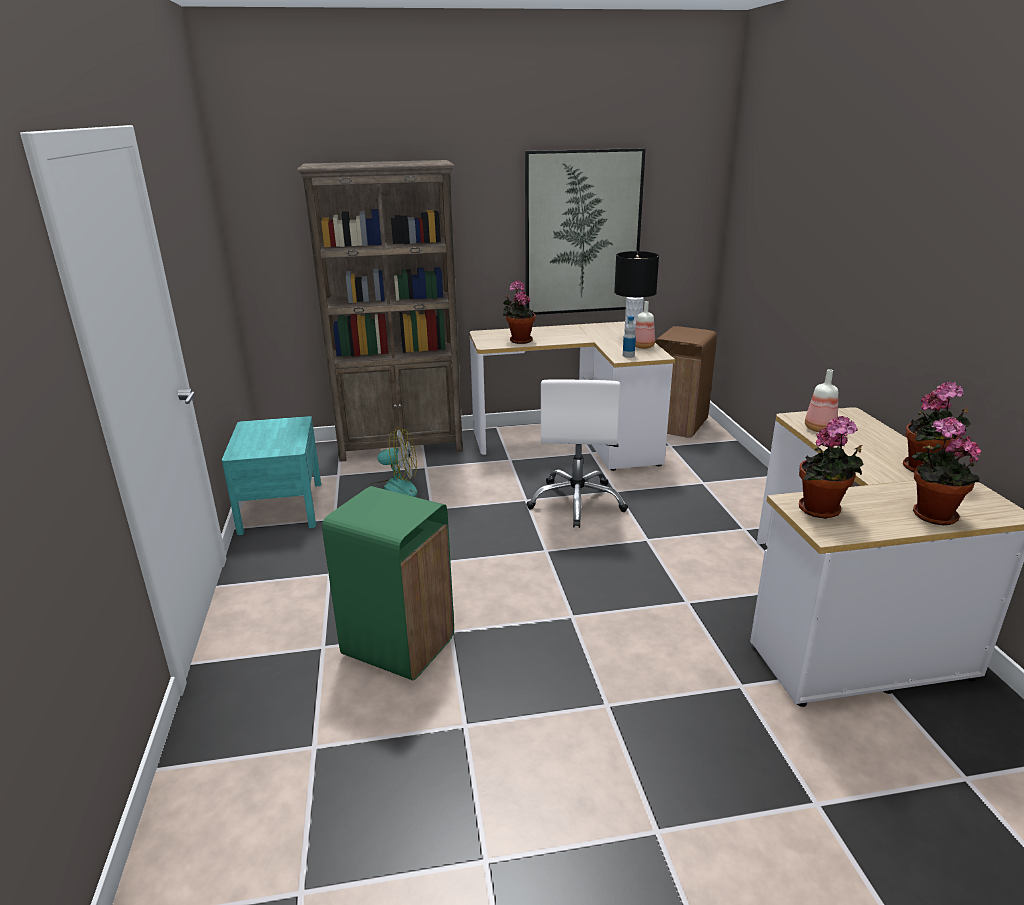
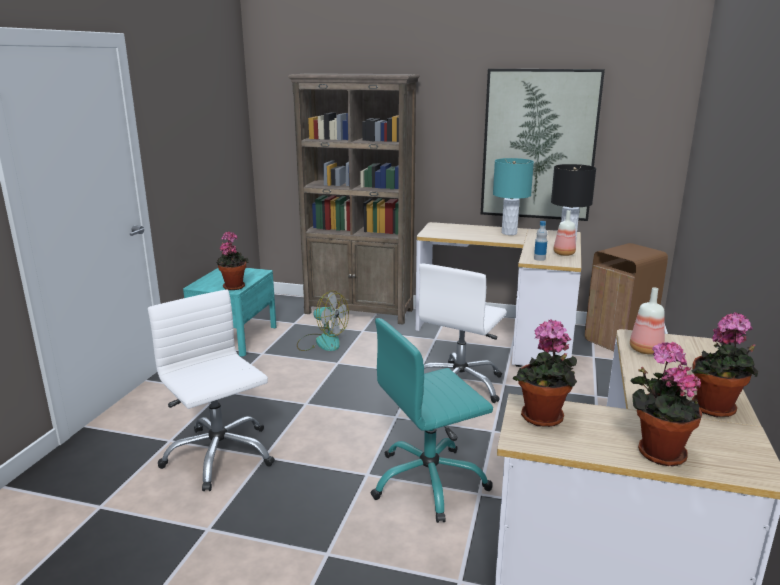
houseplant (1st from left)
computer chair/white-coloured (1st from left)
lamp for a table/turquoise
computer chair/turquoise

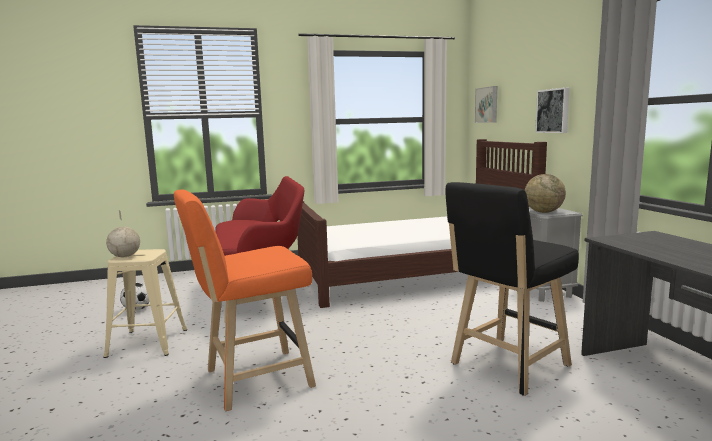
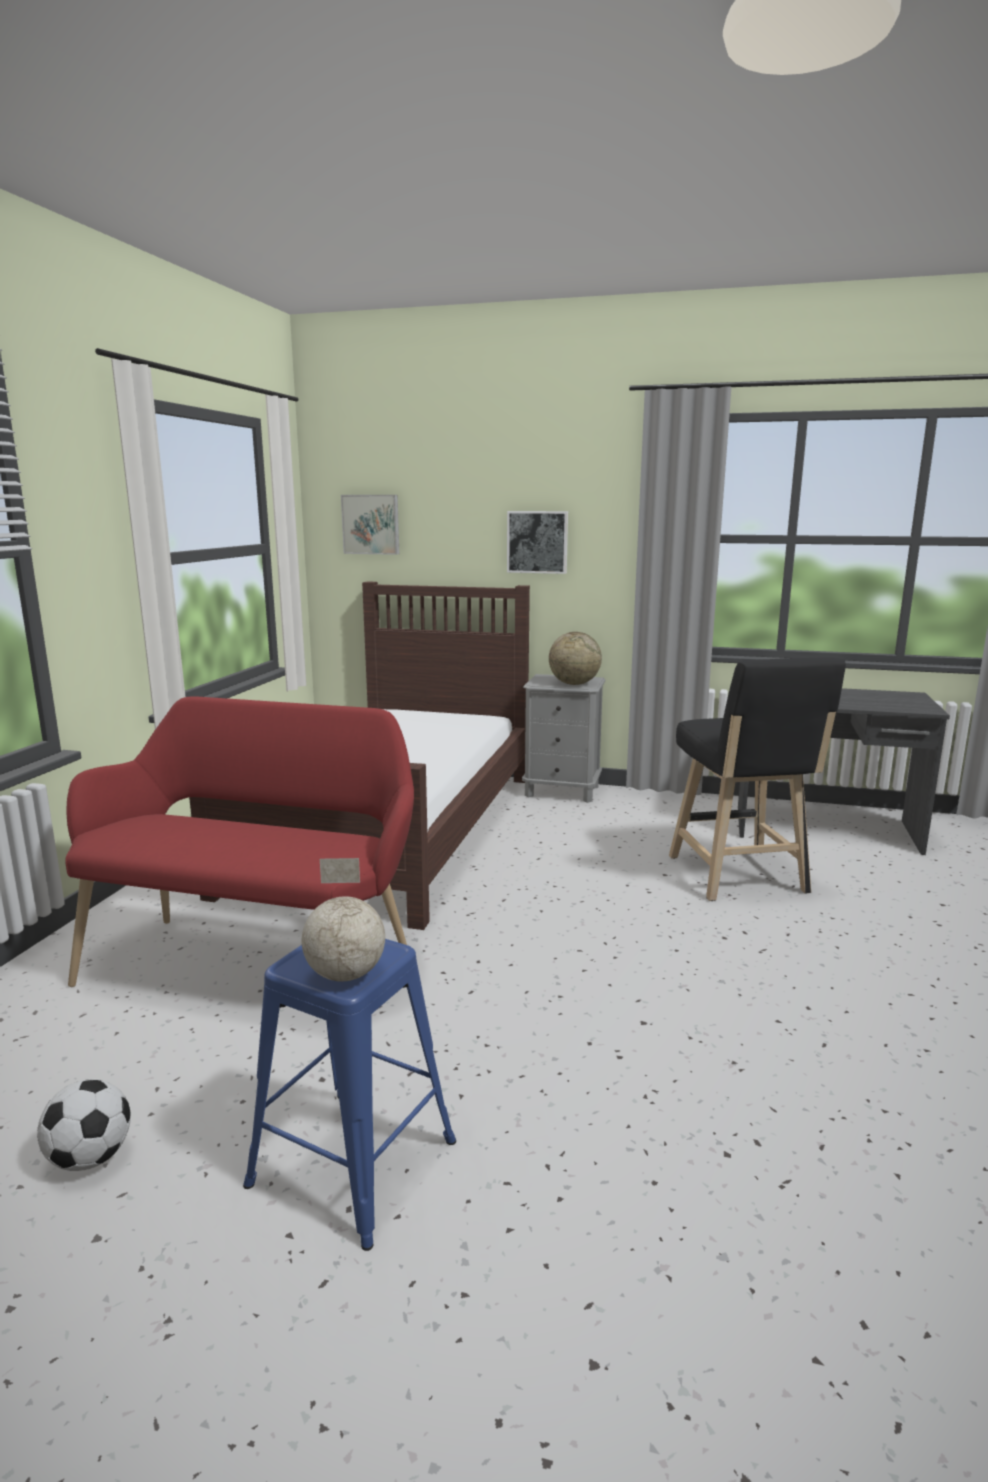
stool/orange
stool/blue-coloured

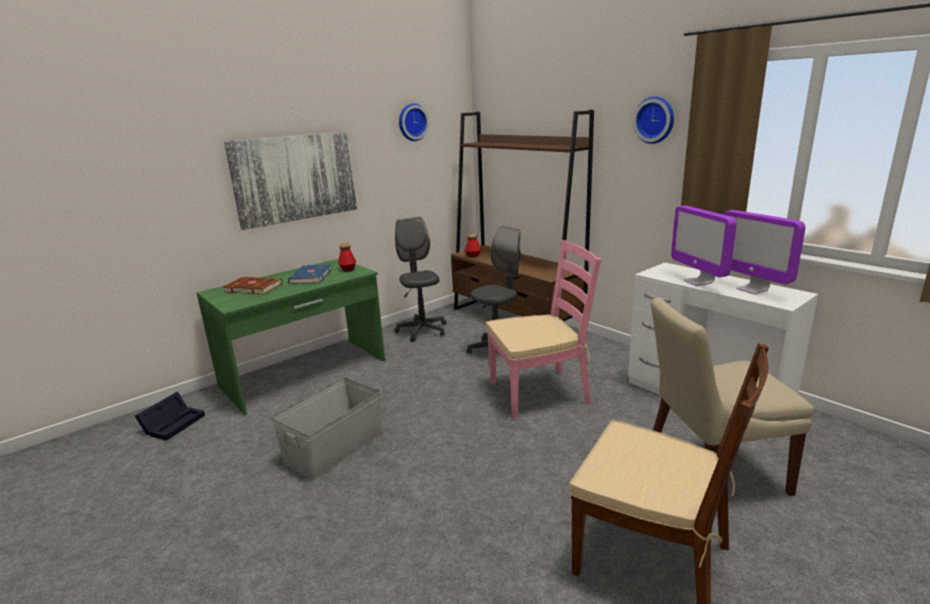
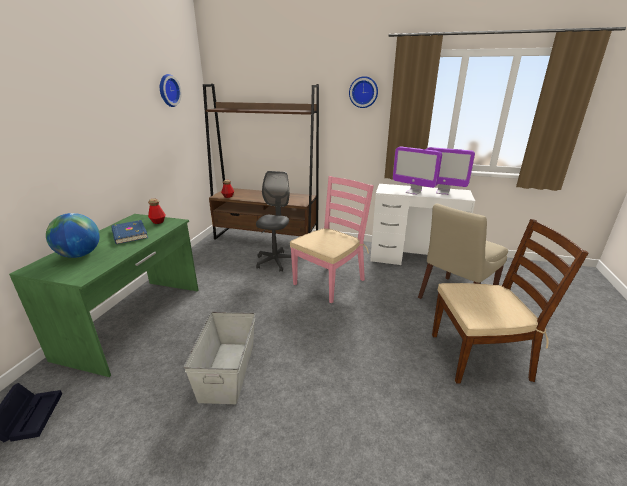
picture
computer chair/gray (1st from left in the first image)
desk globe

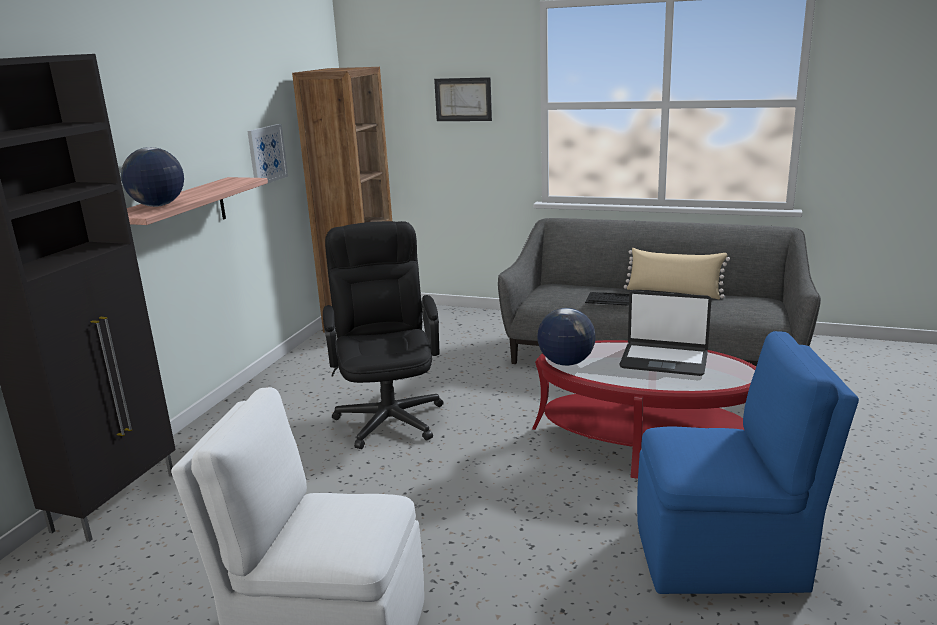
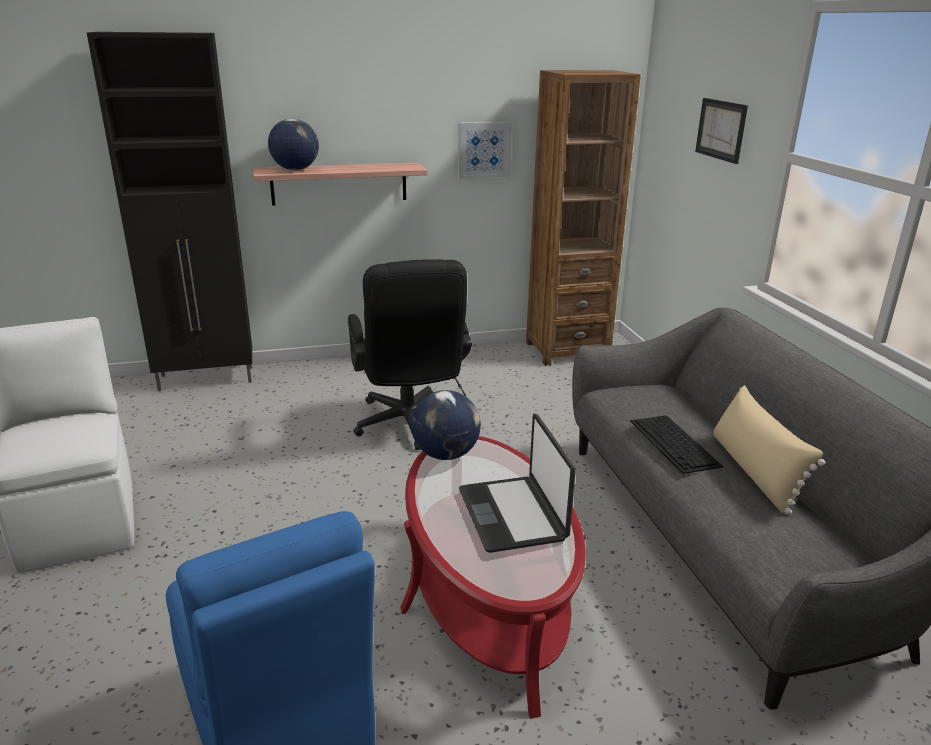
computer chair/blackish

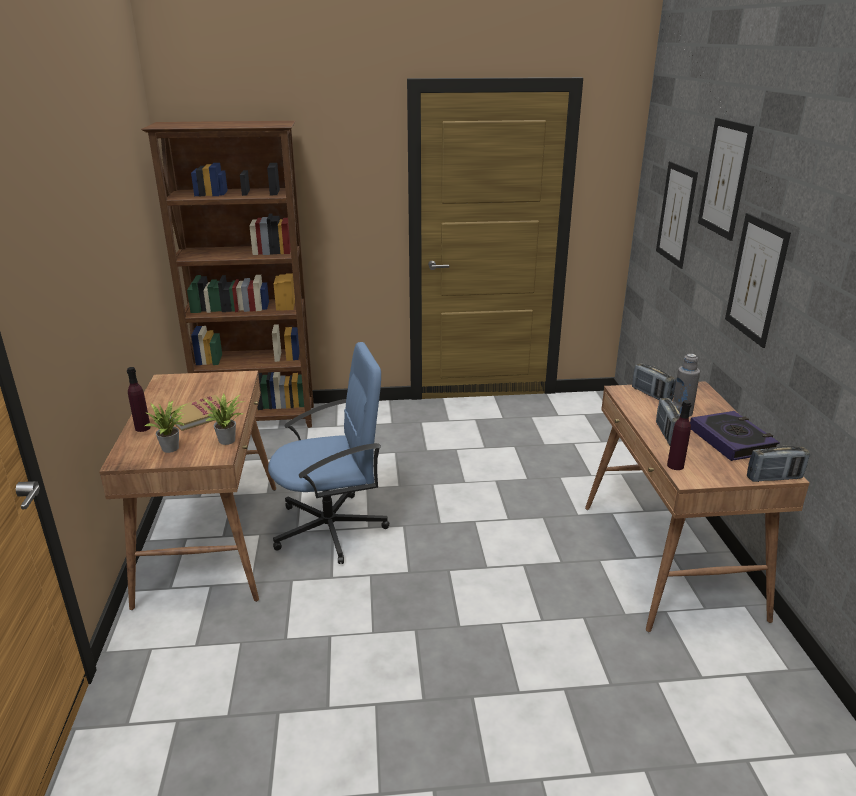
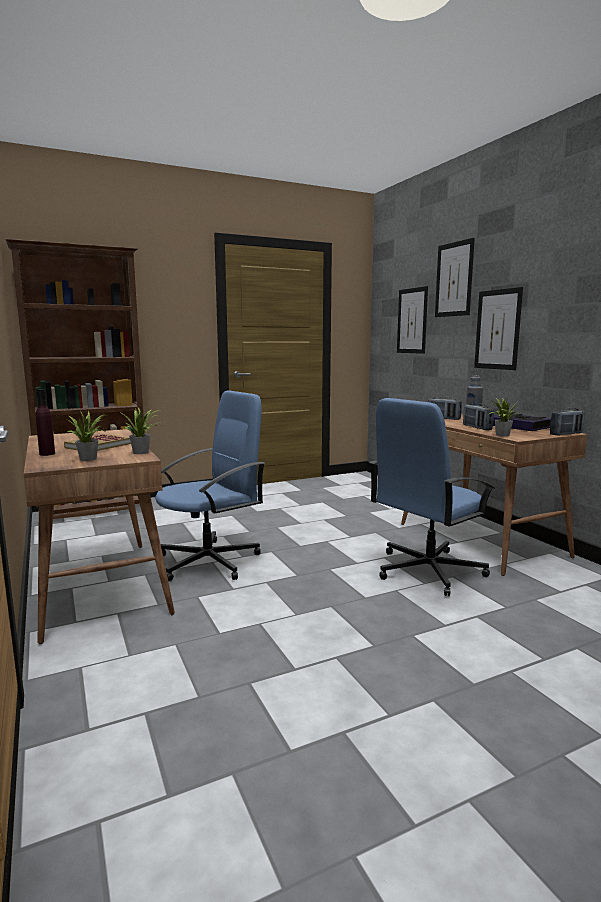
houseplant (3rd from left)
computer chair/blue-coloured (2nd from left)

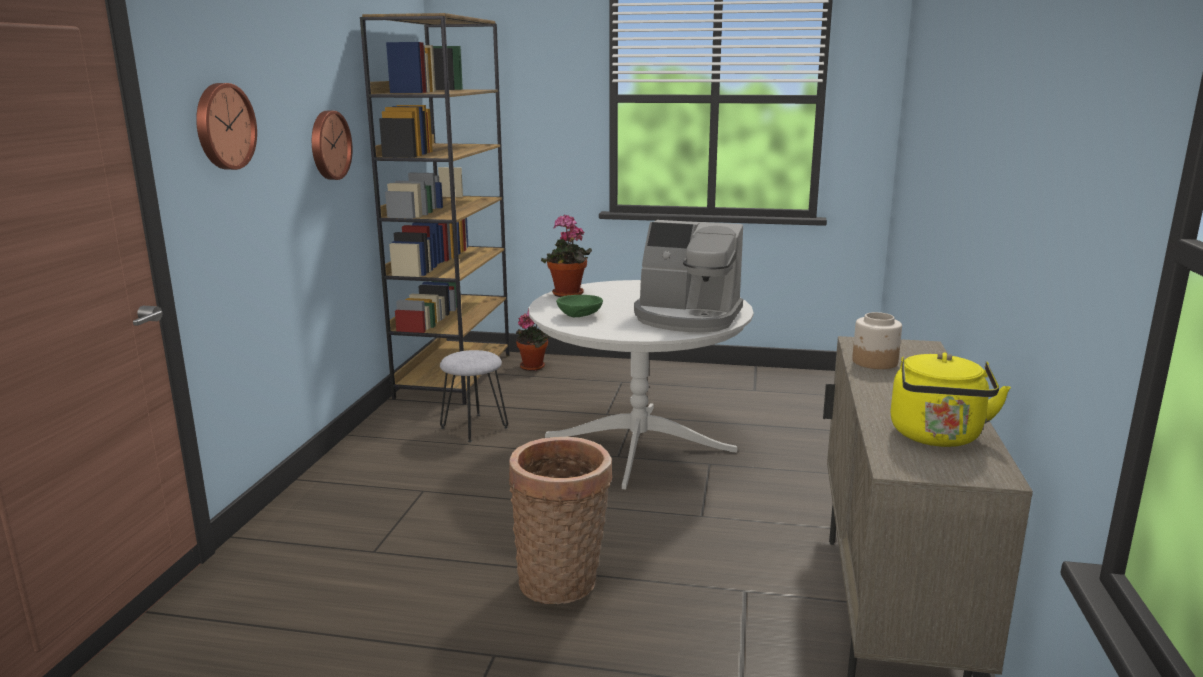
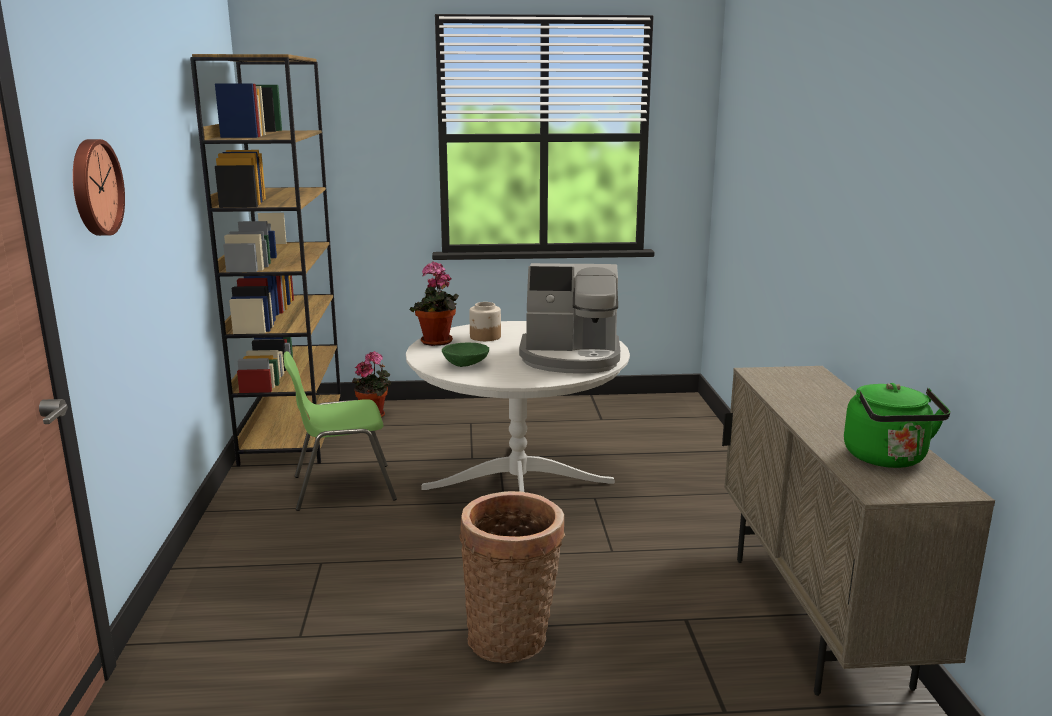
clock on the wall (2nd from left in the first image)
jar
chair/green
kettle/green

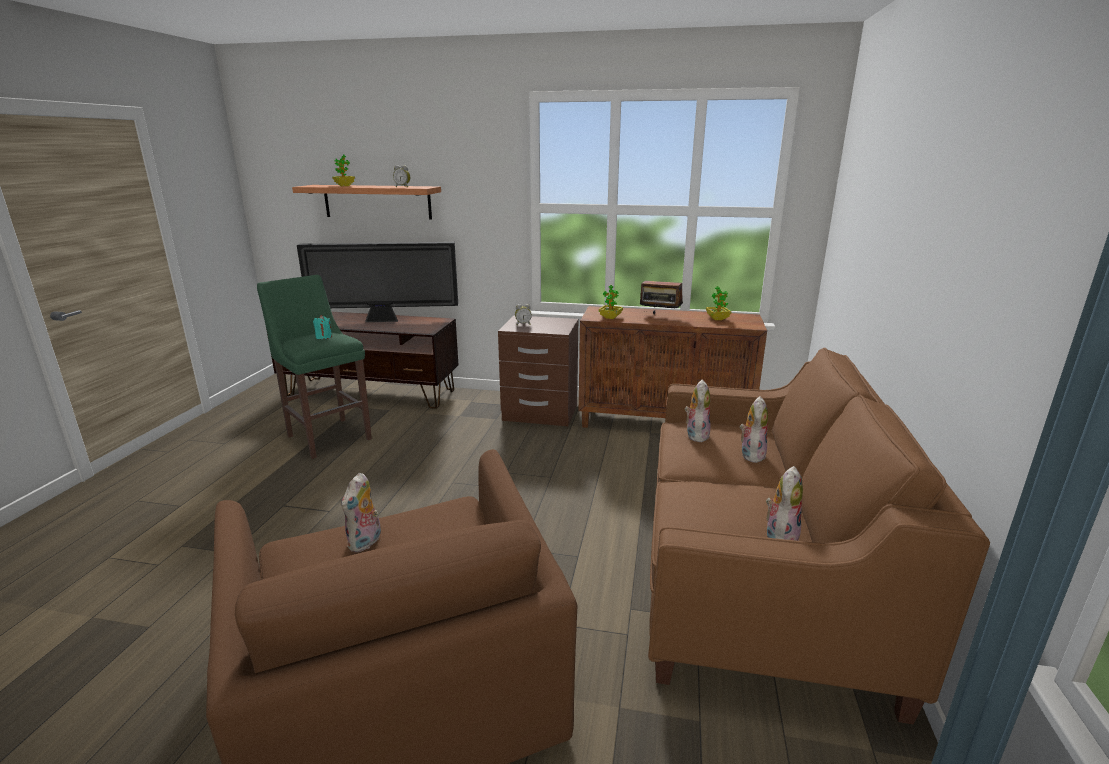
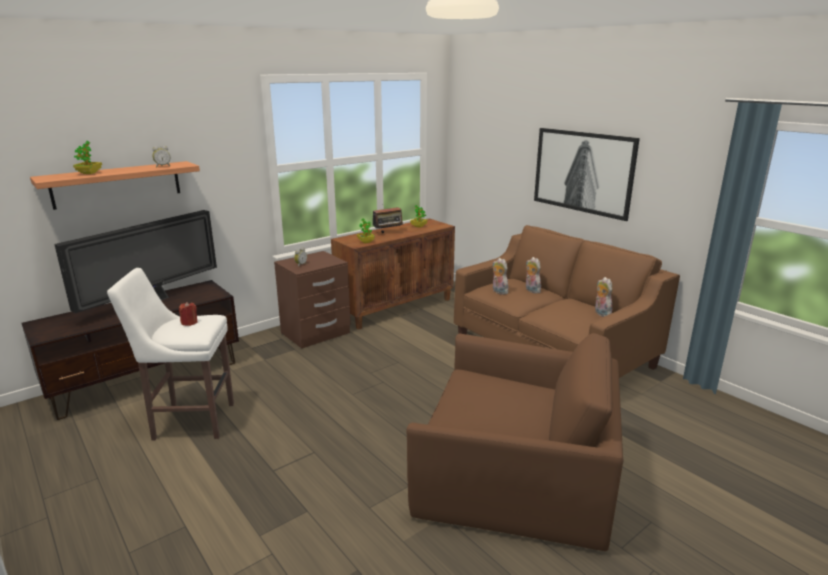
stool/white-coloured
wax candle/red-coloured
soft toy (1st from left in the first image)
picture

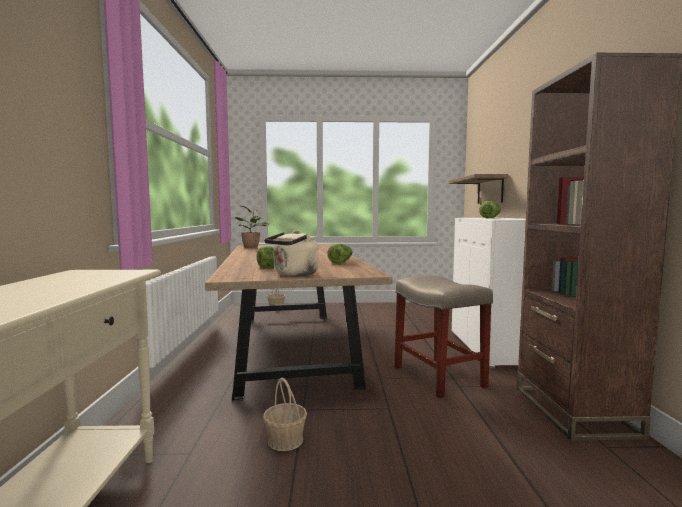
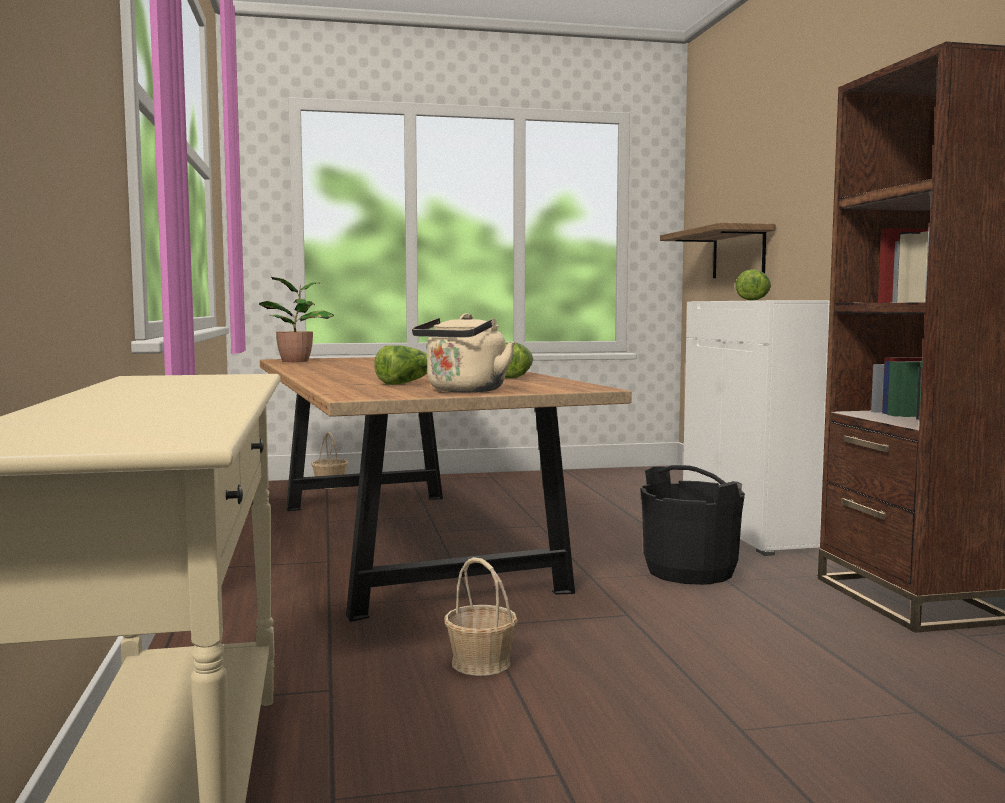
pail/blackish

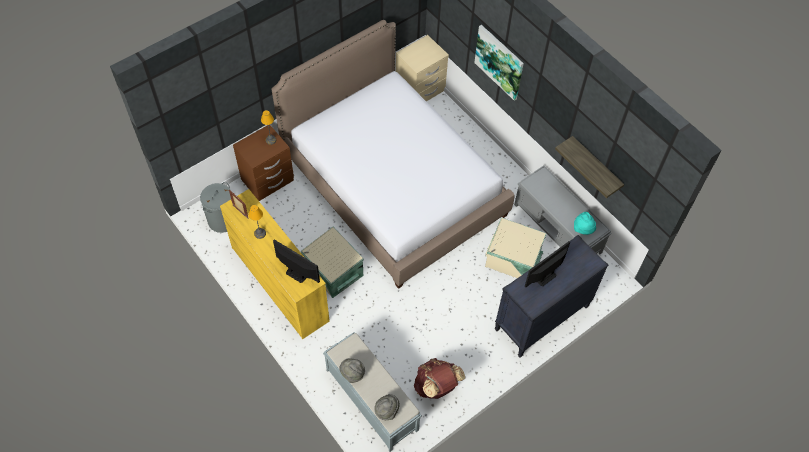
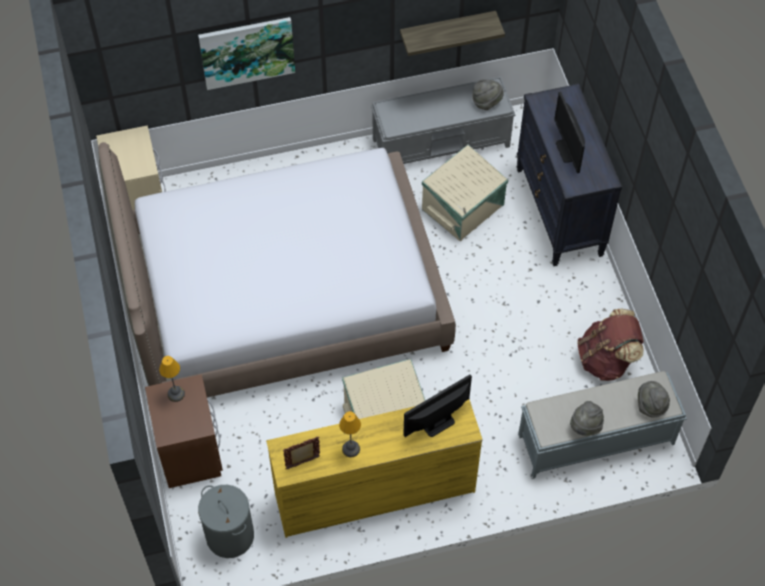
wearable hat/gray (1st from left)

